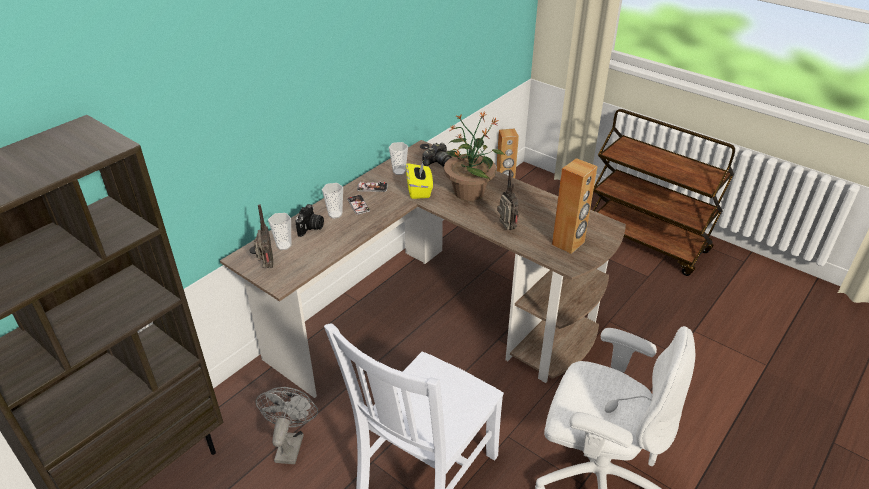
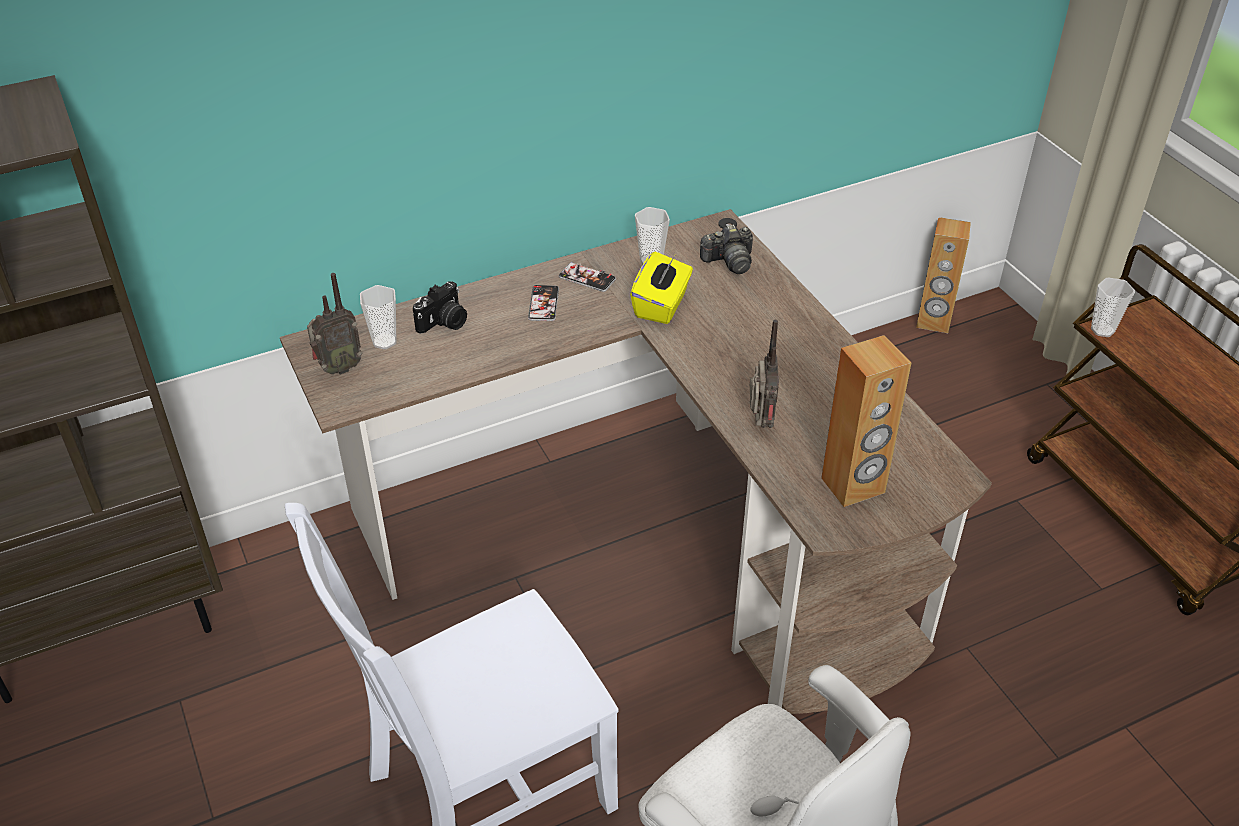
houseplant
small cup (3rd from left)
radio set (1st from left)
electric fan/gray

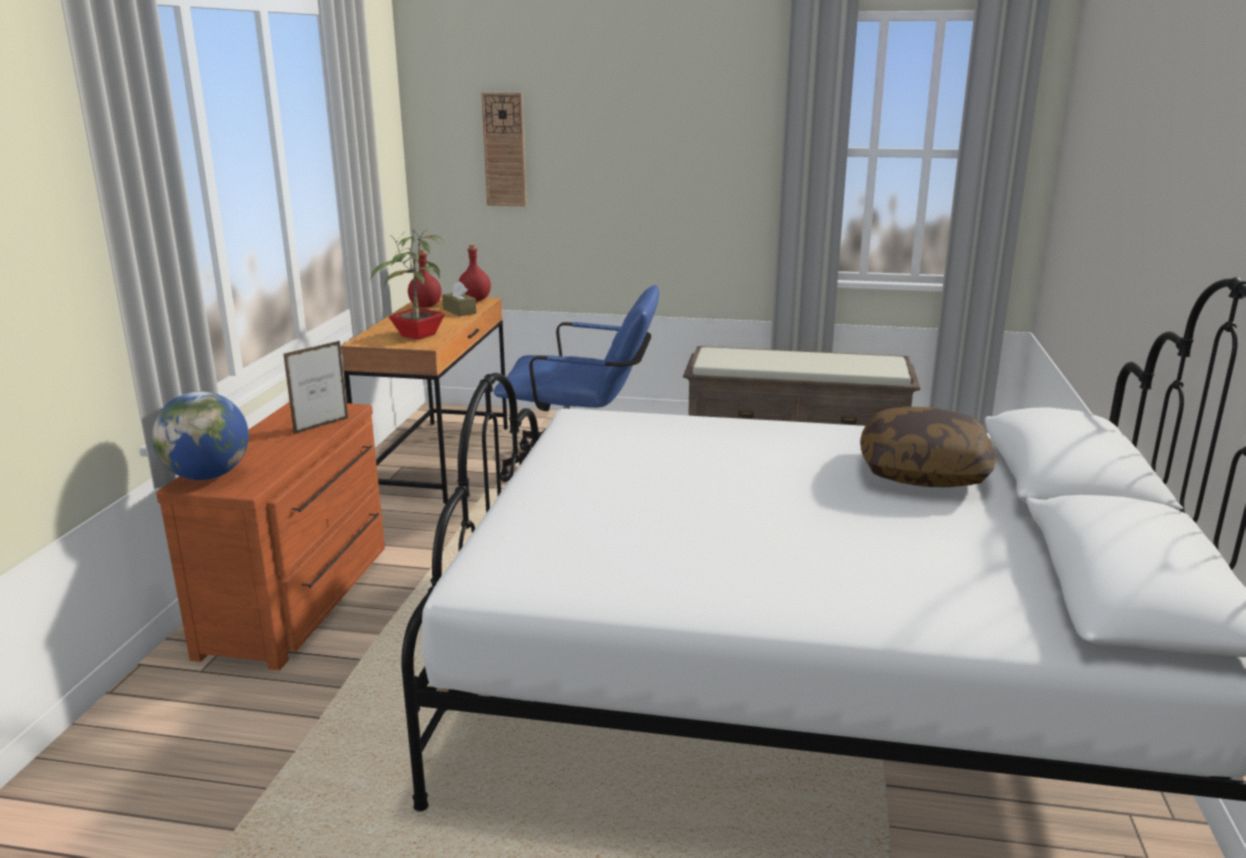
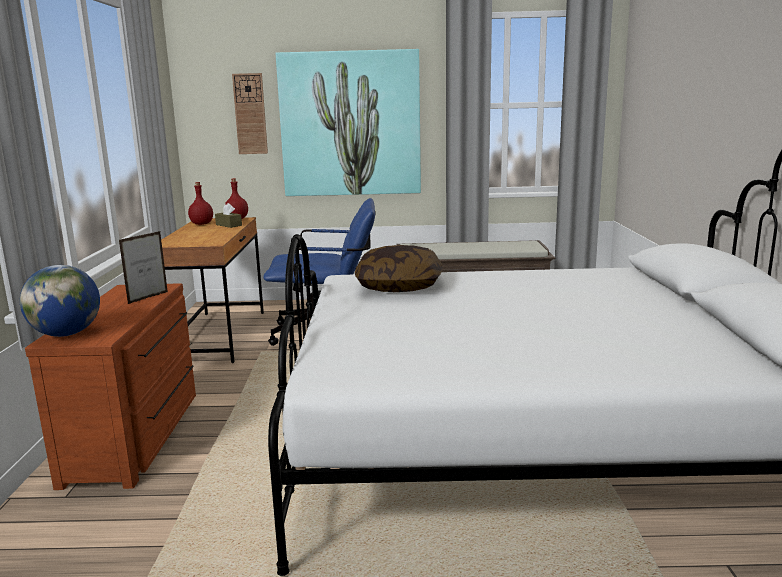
houseplant
cushion
picture

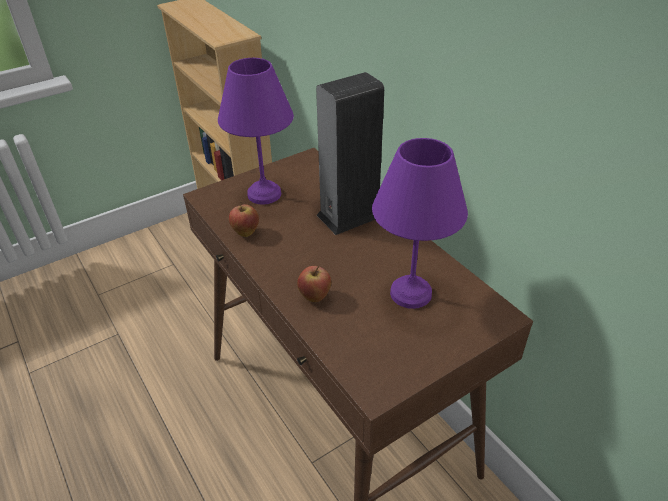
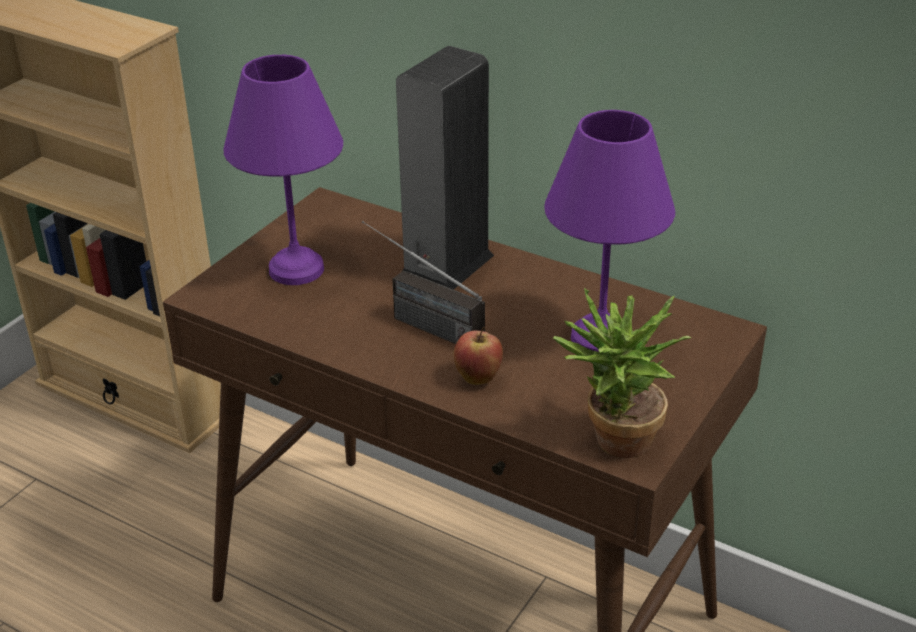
apple (1st from left in the first image)
radio set
houseplant

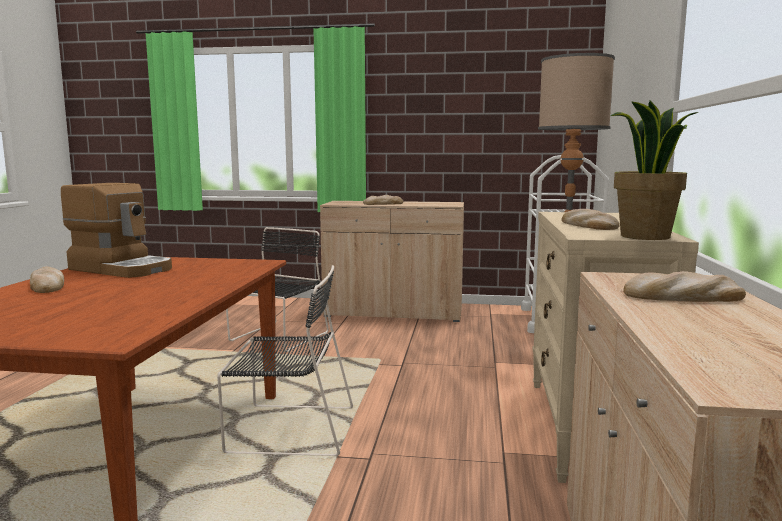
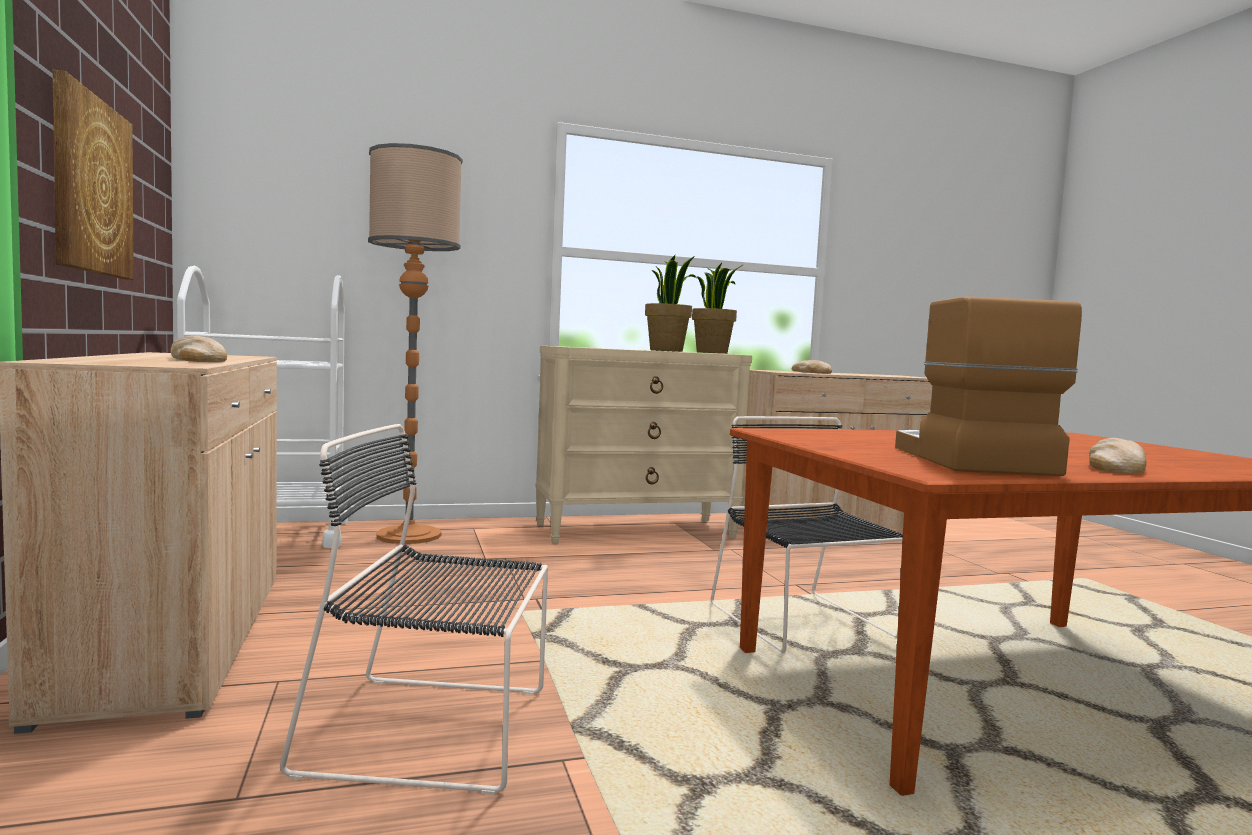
houseplant (1st from left)
picture

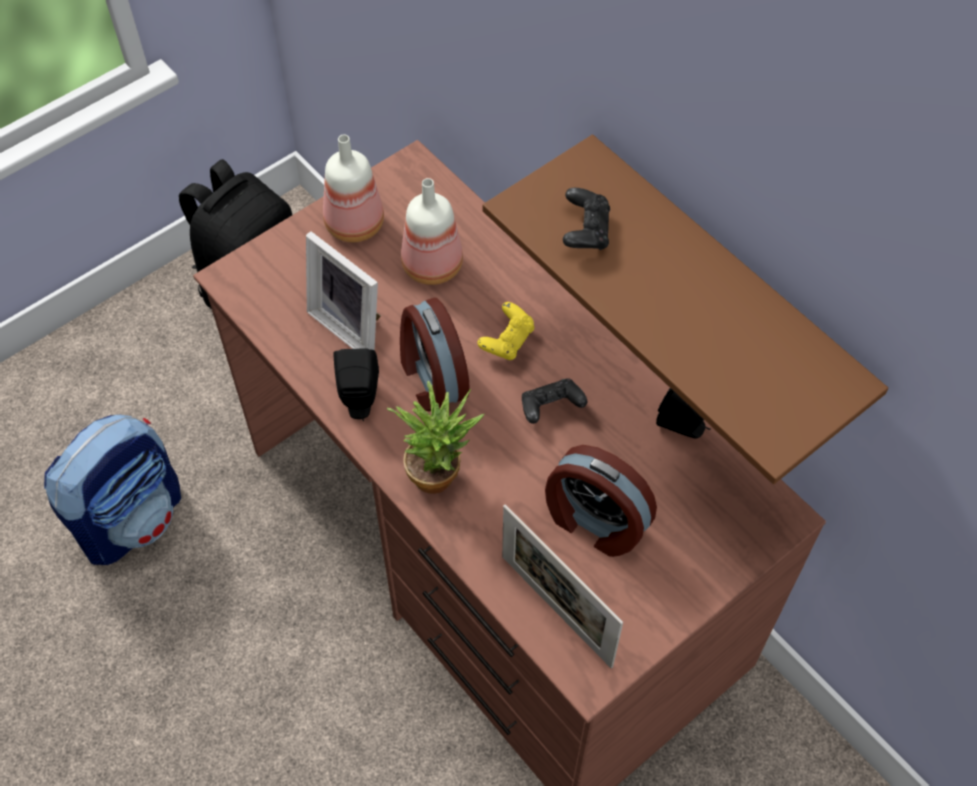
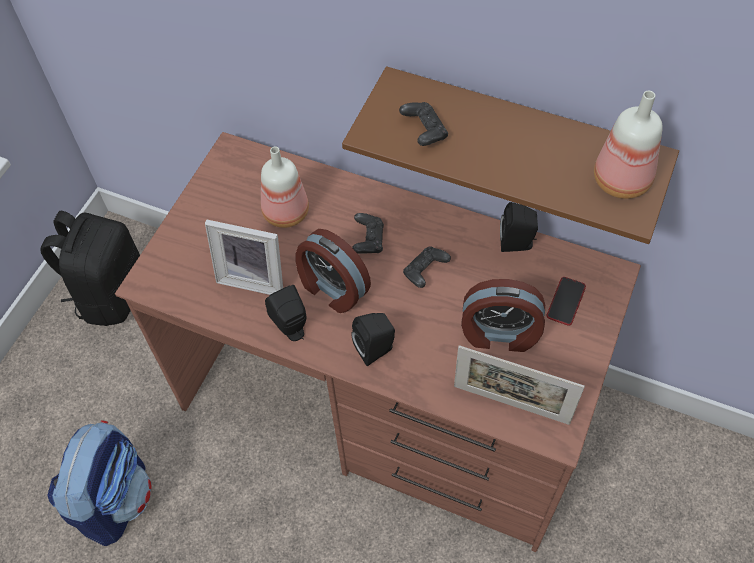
bottle (2nd from left)
gamepad/blackish (1st from left)
speaker/blackish (2nd from left)
handset

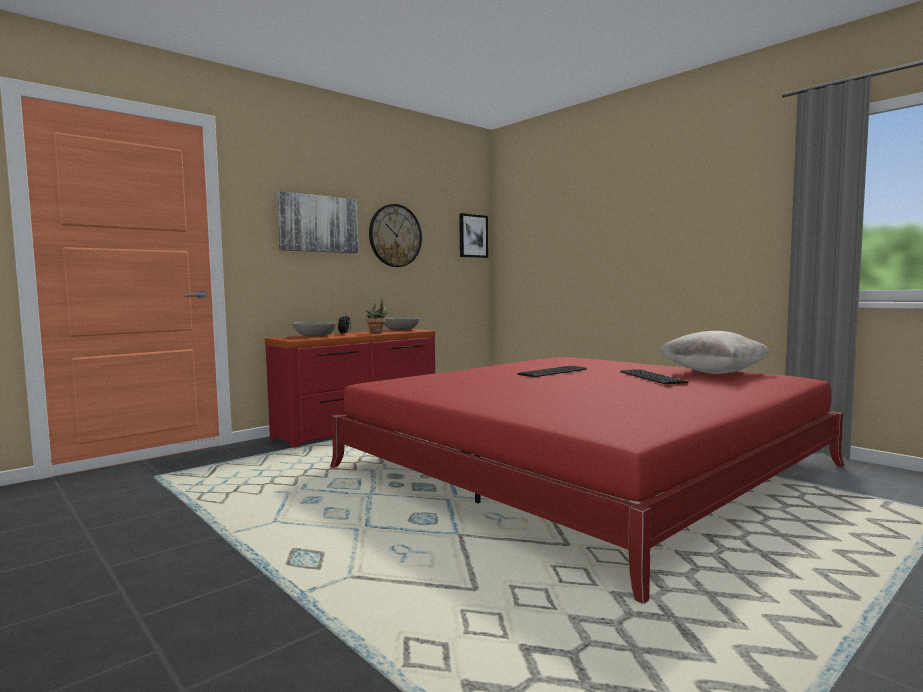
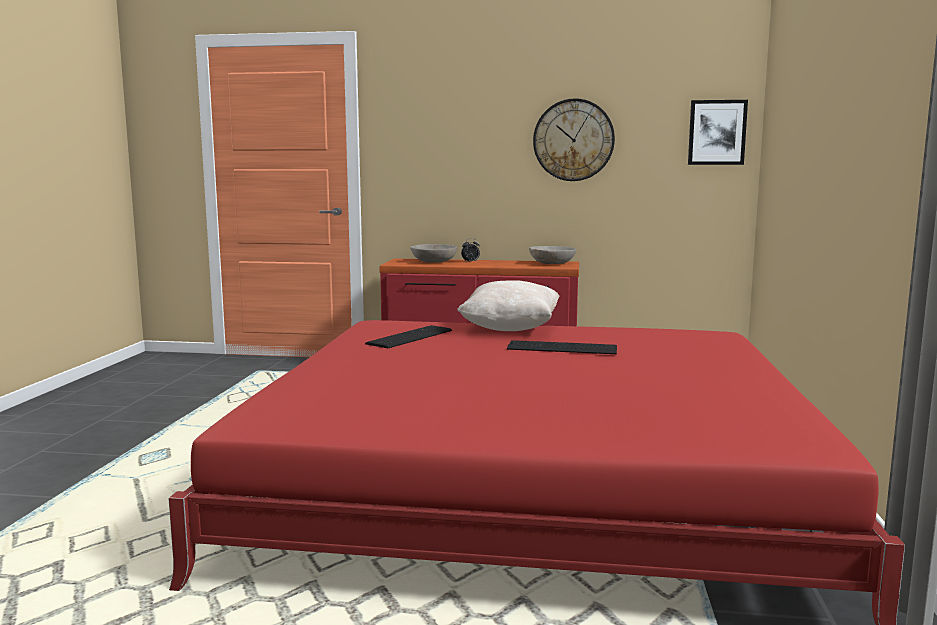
picture (1st from left in the first image)
houseplant
cushion/beige-coloured
PC keyboard (1st from left)

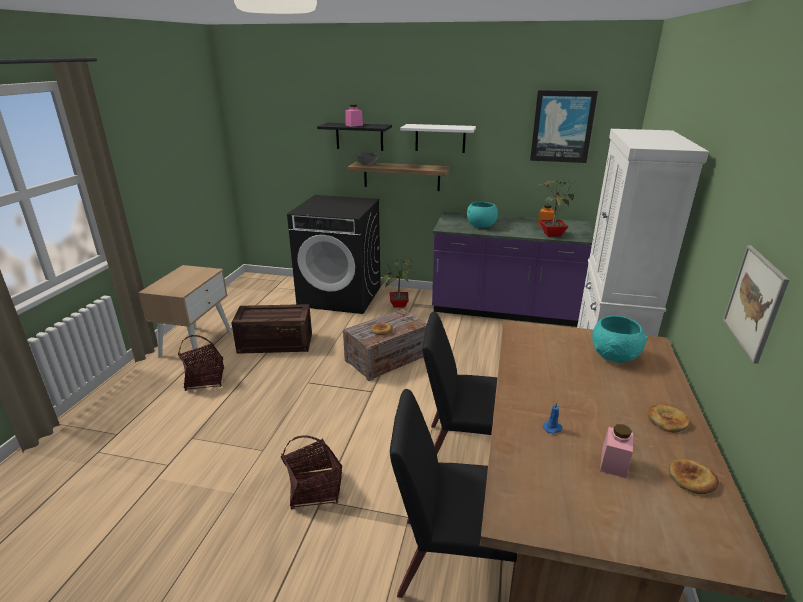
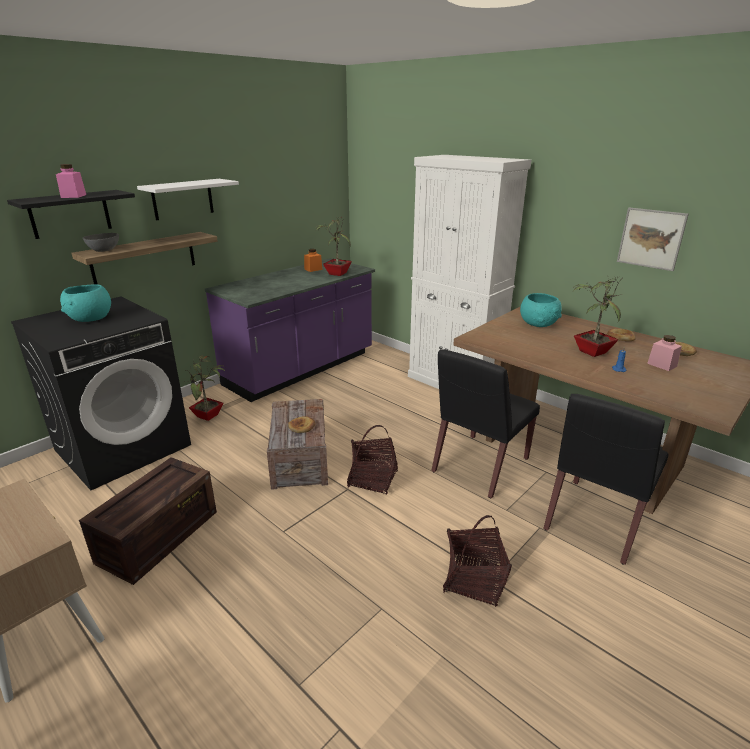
picture (1st from left in the first image)
serving bowl/turquoise (1st from left)
basket (1st from left)
houseplant (3rd from left)

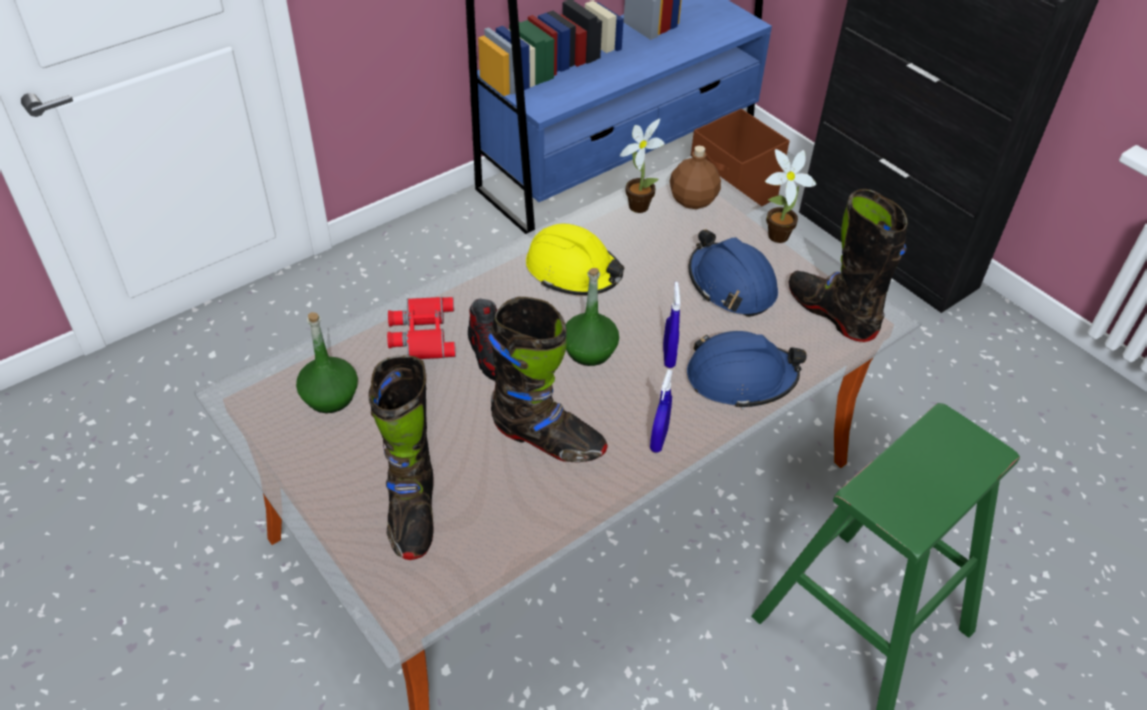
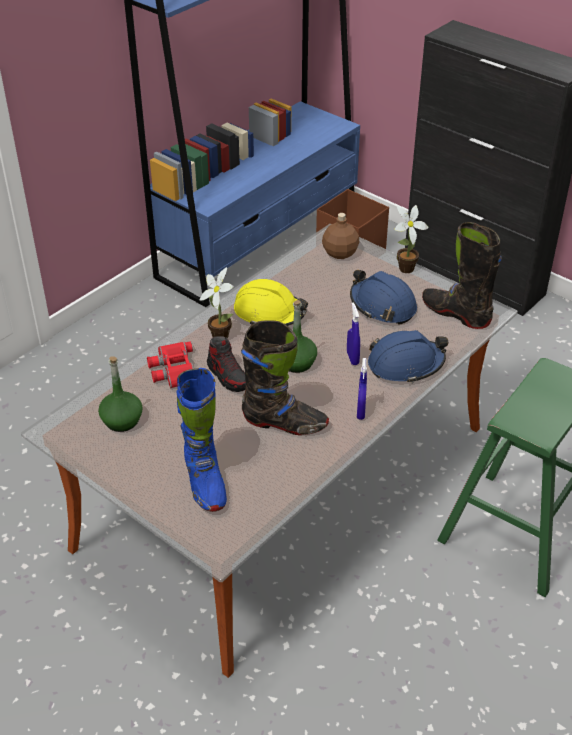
houseplant (1st from left)
boot/blue-coloured

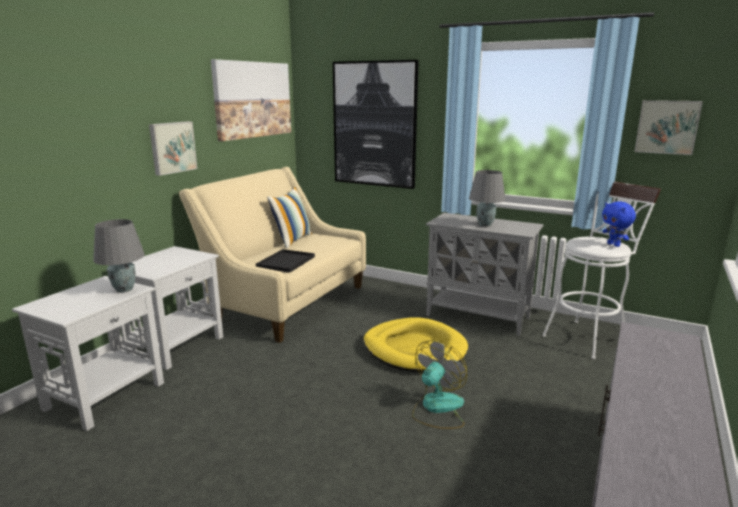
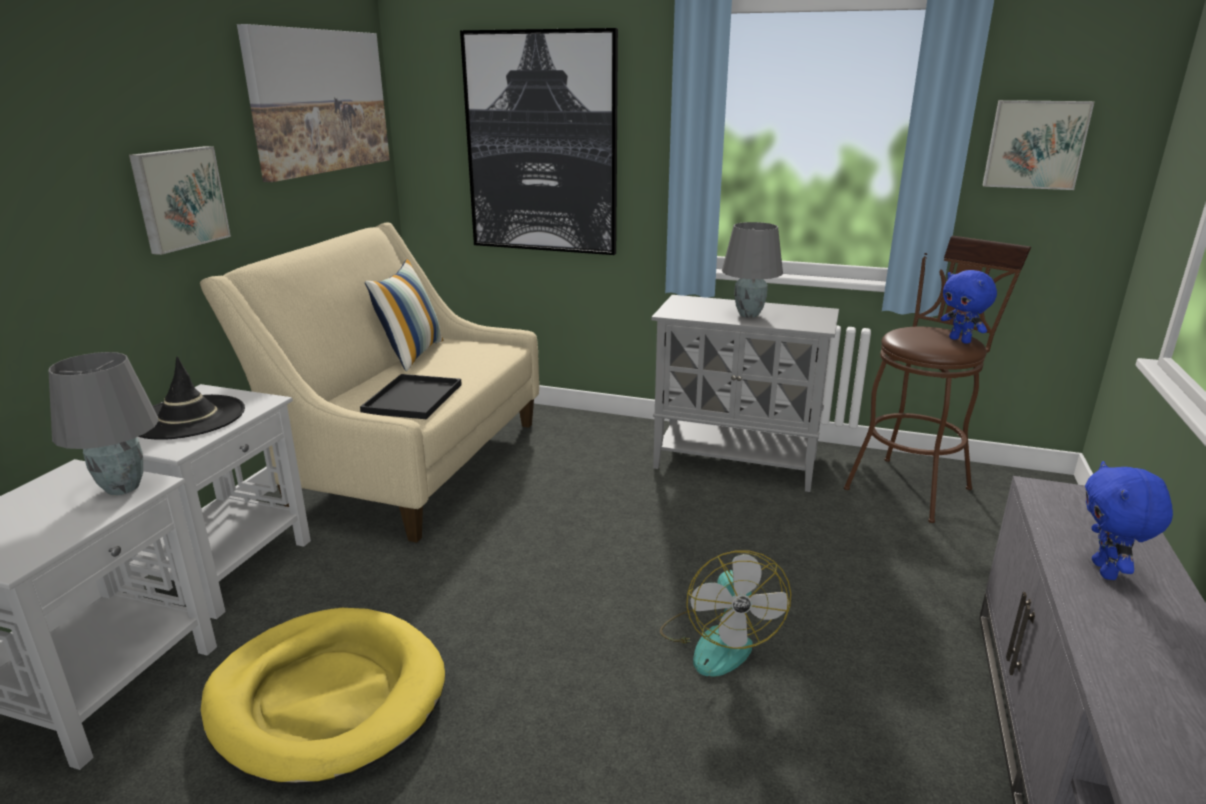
stool/brown
dog cushion/yellow
electric fan
wearable hat/blackish
soft toy/blue-coloured (2nd from left)

